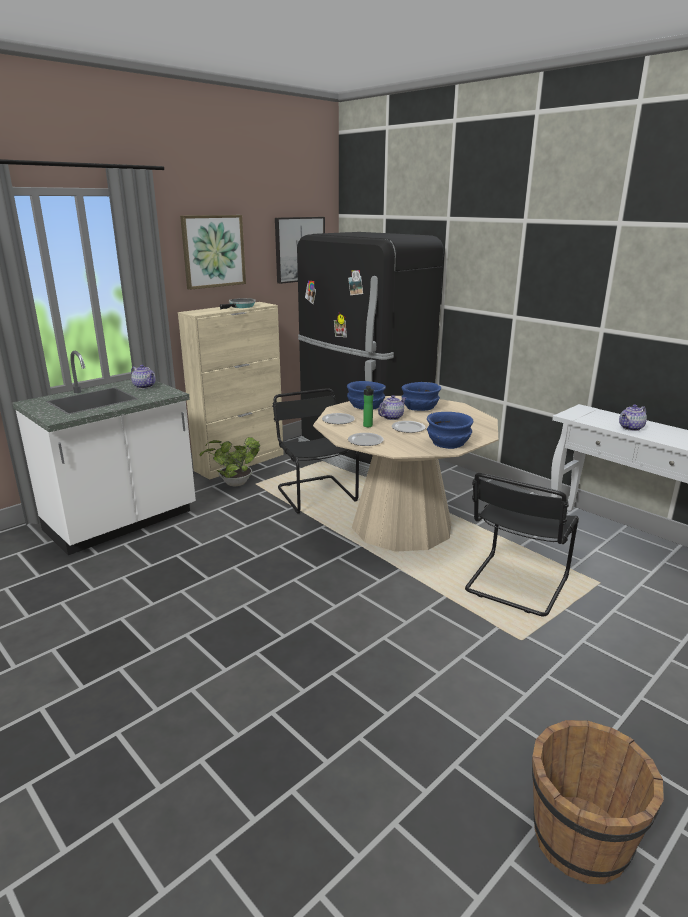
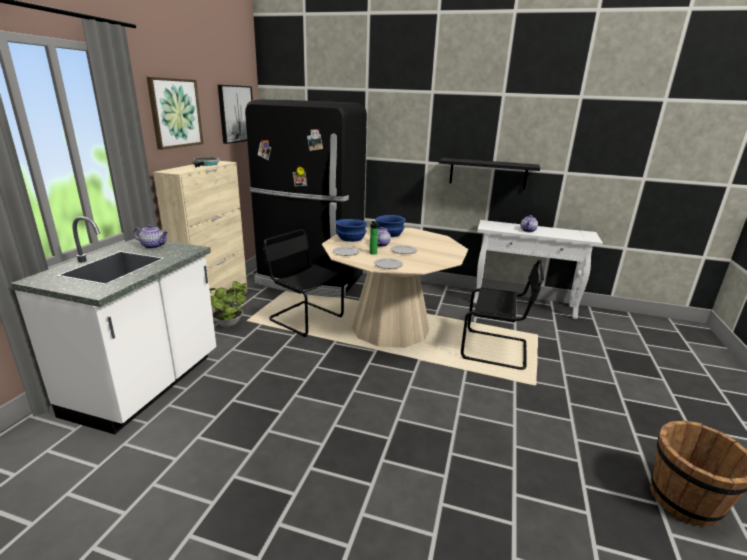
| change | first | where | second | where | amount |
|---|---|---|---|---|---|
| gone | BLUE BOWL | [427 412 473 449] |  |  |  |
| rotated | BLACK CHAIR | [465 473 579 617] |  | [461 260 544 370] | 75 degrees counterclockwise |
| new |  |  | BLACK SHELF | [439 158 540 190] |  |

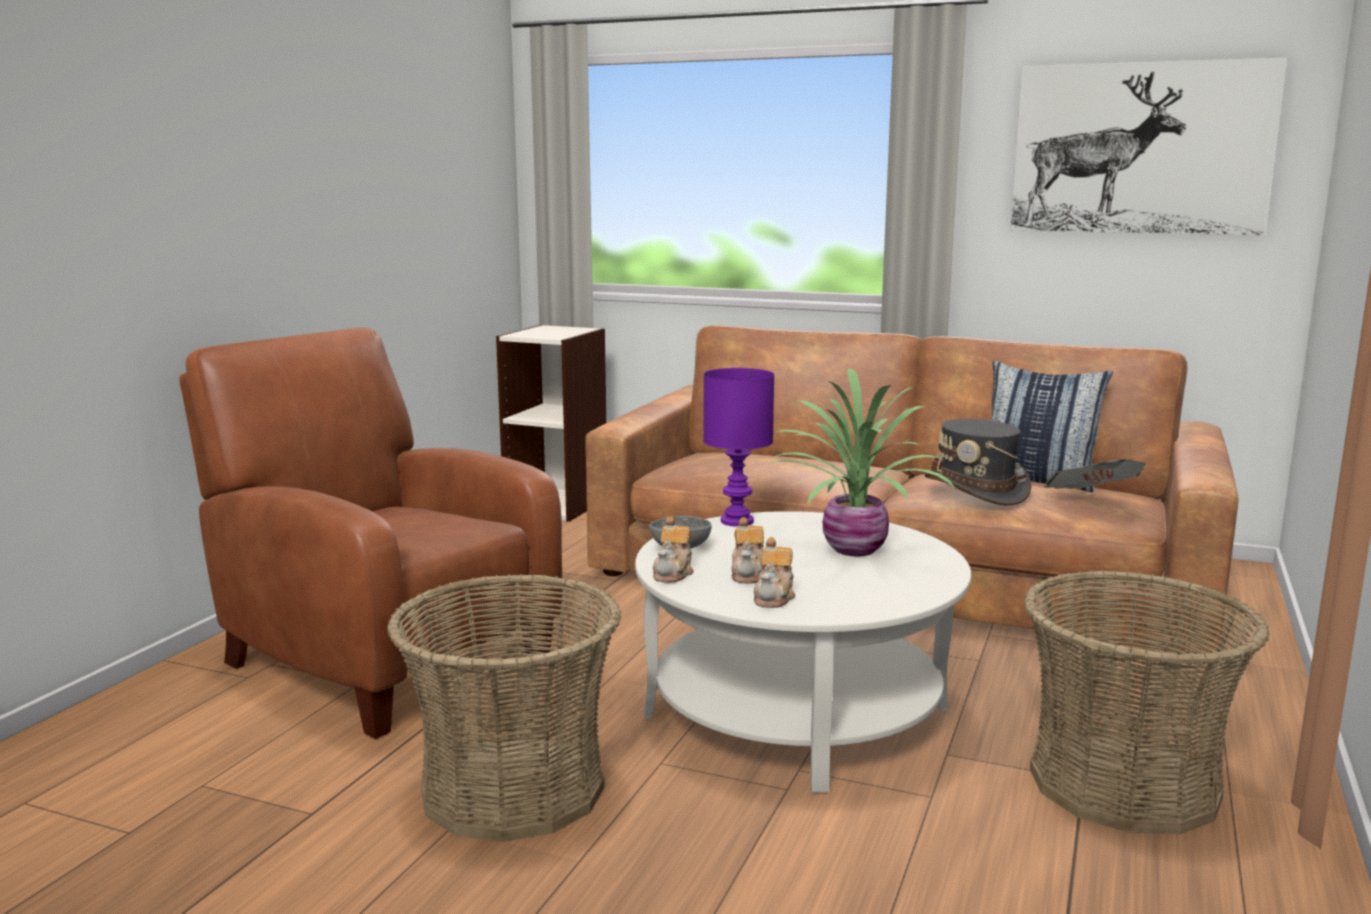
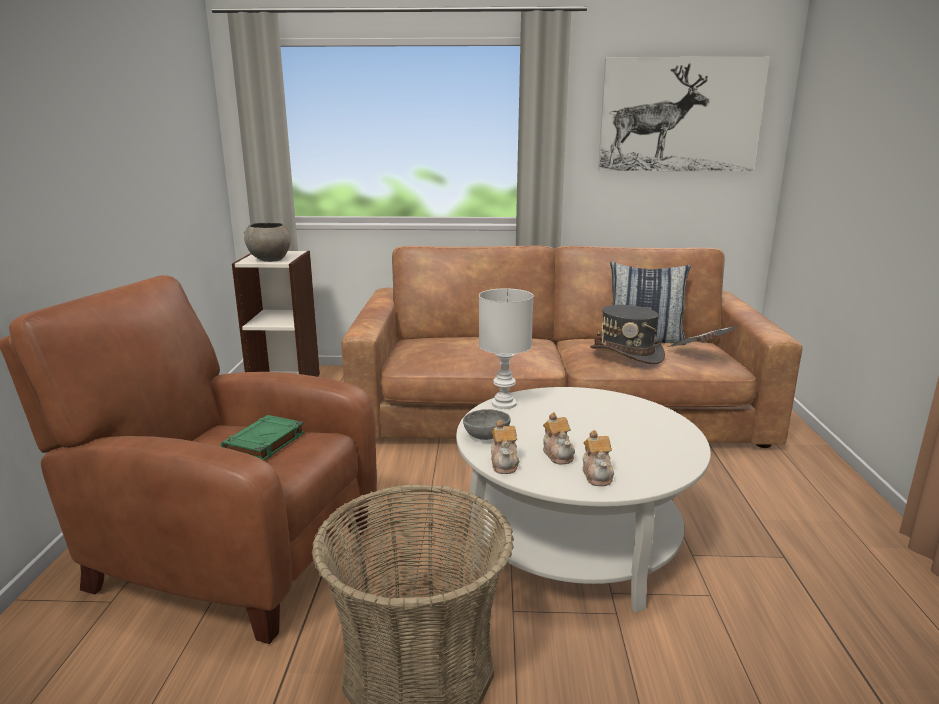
| change | first | where | second | where | amount |
|---|---|---|---|---|---|
| repainted | PURPLE TABLE LAMP | [703 368 774 527] | WHITE TABLE LAMP | [479 288 533 409] |  |
| gone | POTTED PLANT | [768 368 956 557] |  |  |  |
| gone | BASKET | [1024 570 1270 834] |  |  |  |
| new |  |  | GREEN BOOK | [221 415 305 460] |  |
| new |  |  | GREY BOWL | [244 222 291 262] |  |

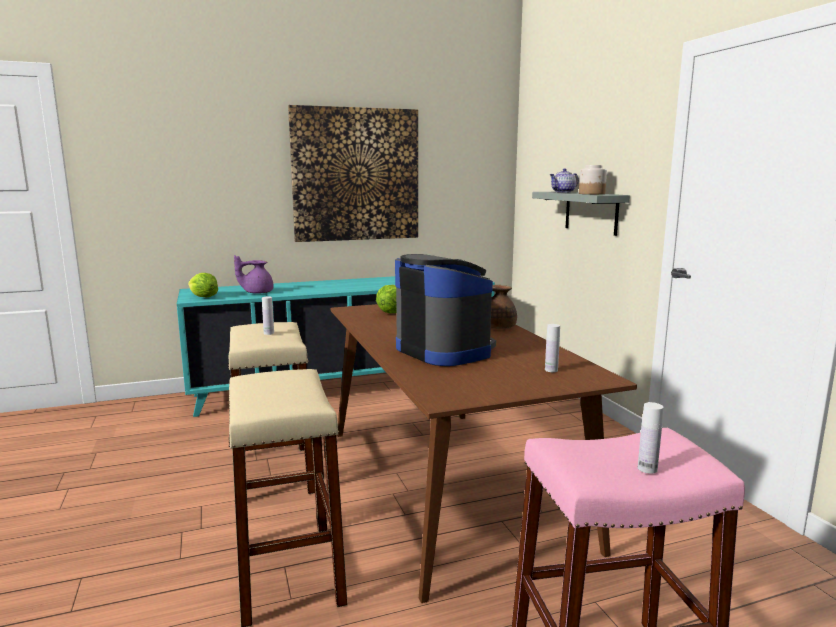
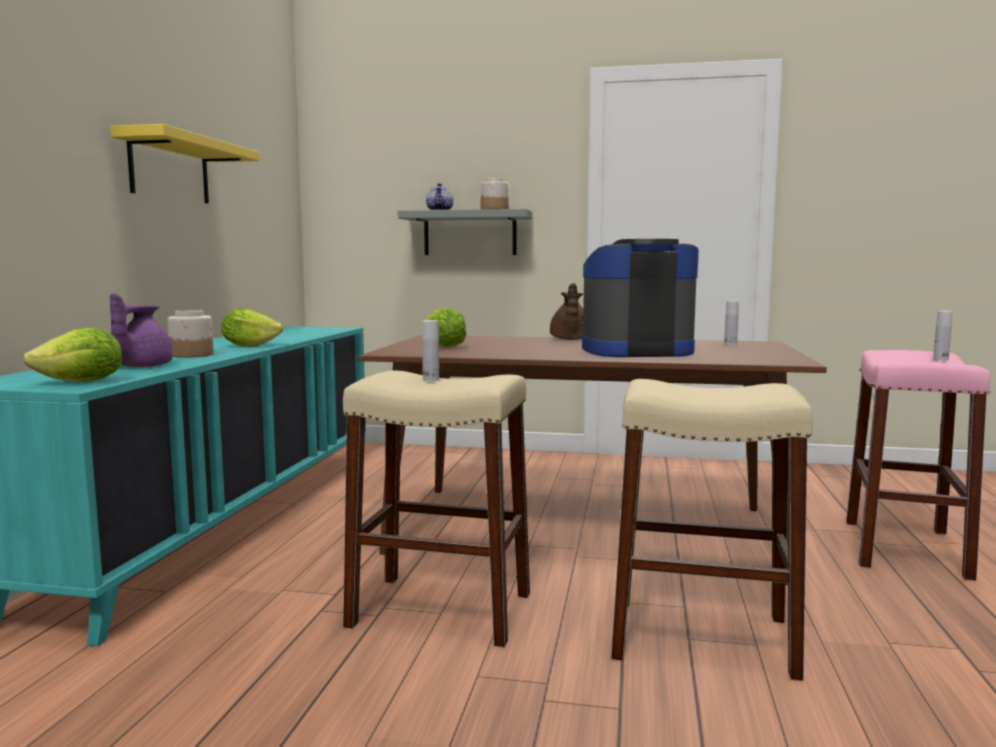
| change | first | where | second | where | amount |
|---|---|---|---|---|---|
| swapped | PICTURE | [288 105 418 242] | YELLOW SHELF | [110 124 259 203] |  |
| new |  |  | JAR | [168 310 214 358] |  |
| new |  |  | LETTUCE | [221 308 283 347] |  |

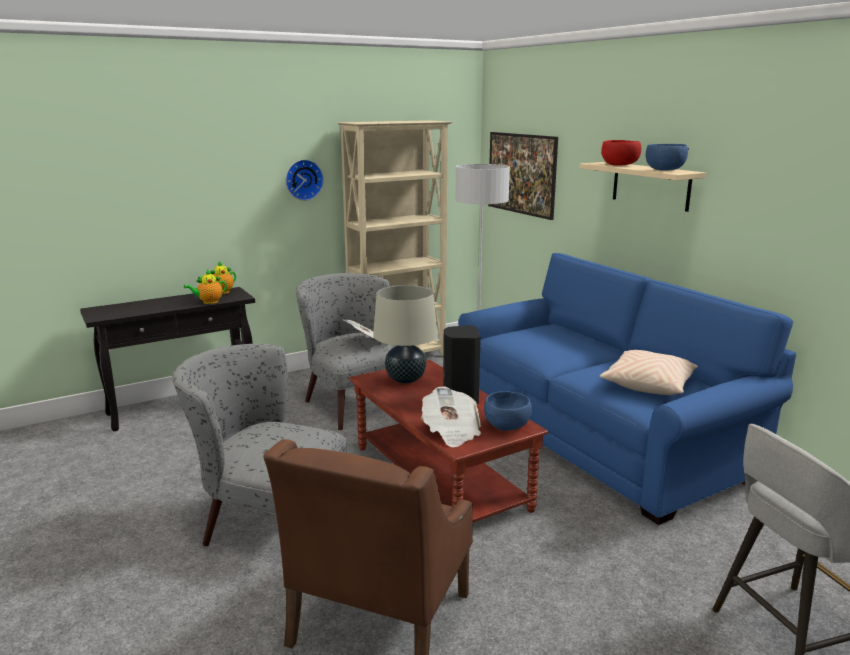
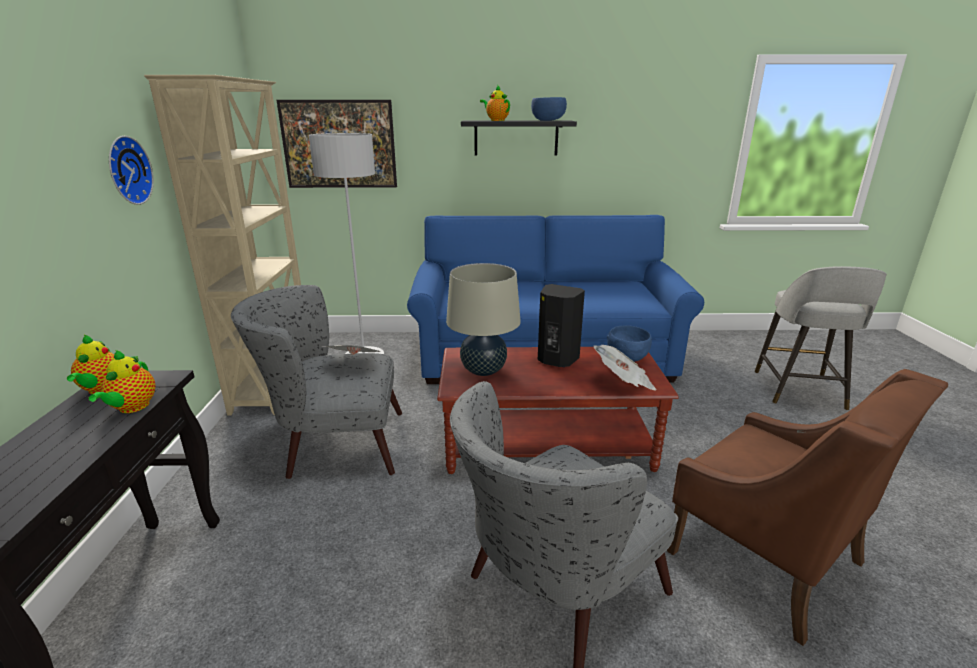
| change | first | where | second | where | amount |
|---|---|---|---|---|---|
| repainted | BEIGE SHELF | [579 162 706 212] | BLACK SHELF | [461 121 577 155] |  |
| gone | BEIGE PILLOW | [600 350 698 395] |  |  |  |
| swapped | RED BOWL | [601 140 641 166] | TEAPOT | [480 85 510 121] |  |

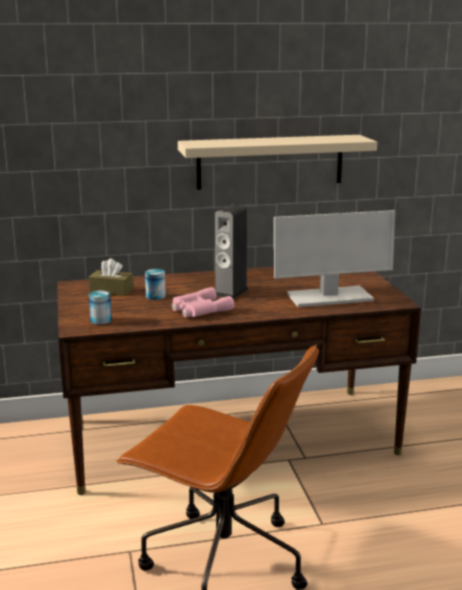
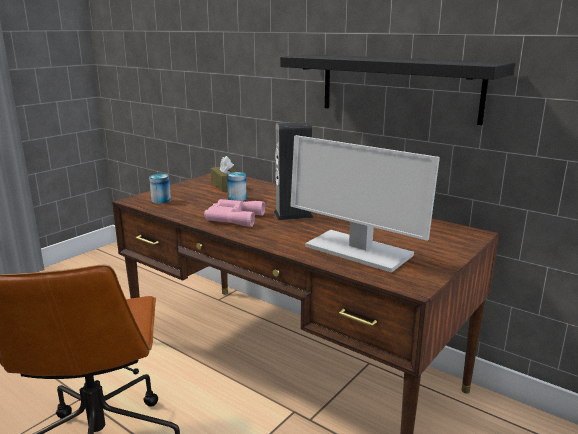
| change | first | where | second | where | amount |
|---|---|---|---|---|---|
| repainted | BEIGE SHELF | [178 135 377 190] | BLACK SHELF | [280 54 515 125] |  |

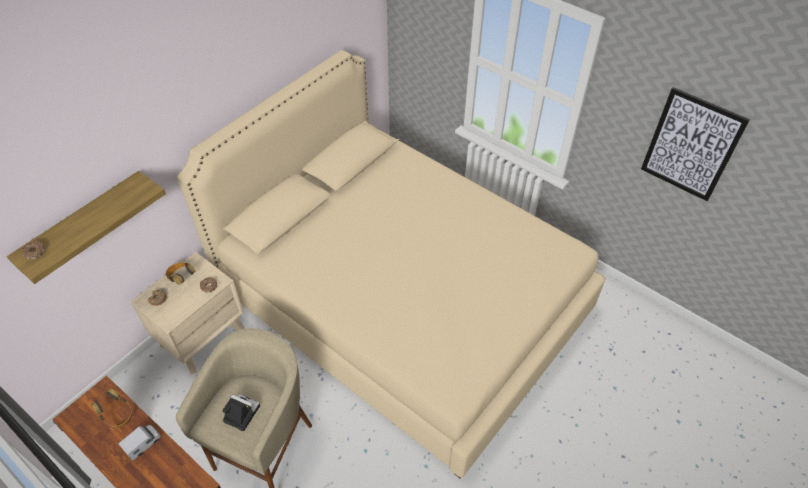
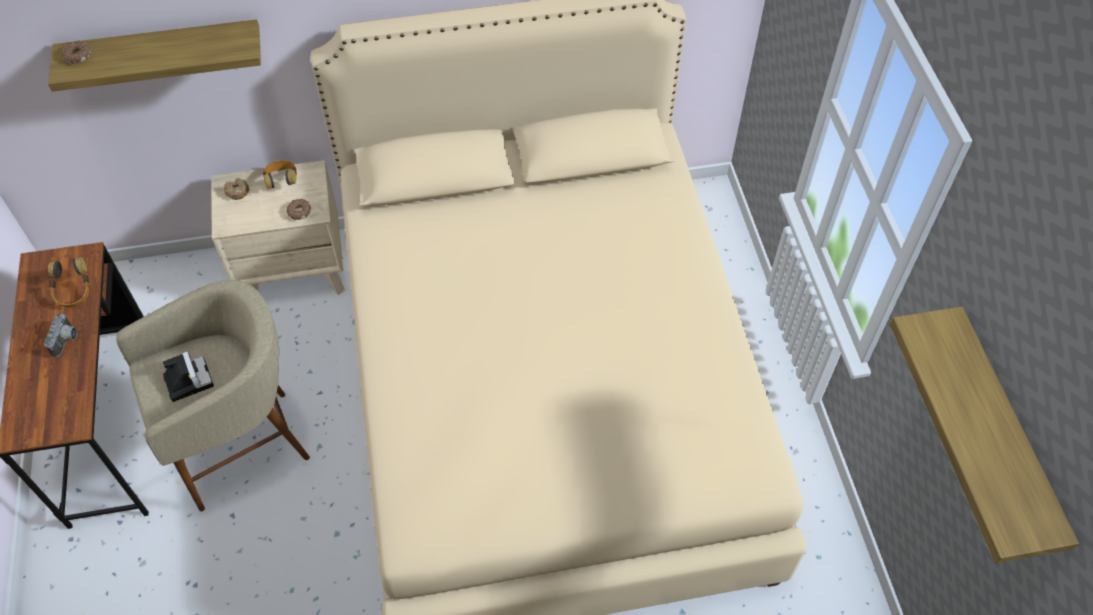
| change | first | where | second | where | amount |
|---|---|---|---|---|---|
| swapped | TOY TRUCK | [118 425 161 461] | PHOTO CAMERA | [44 313 77 357] |  |
| swapped | PICTURE | [641 87 750 201] | SHELF | [890 306 1079 564] |  |

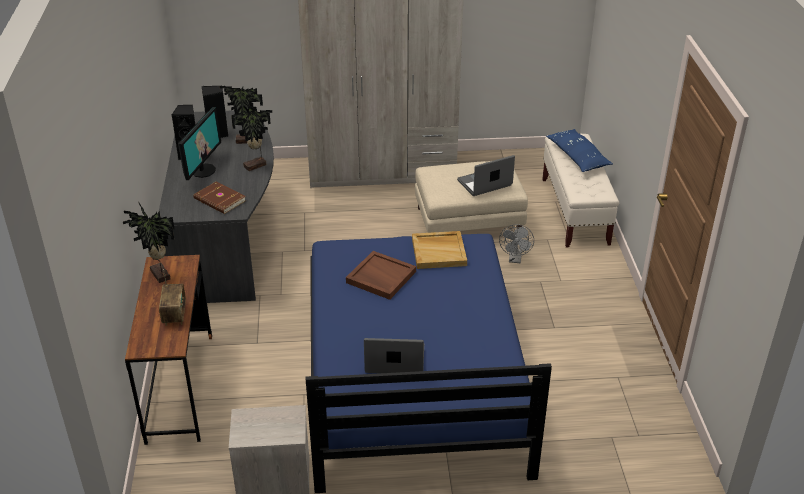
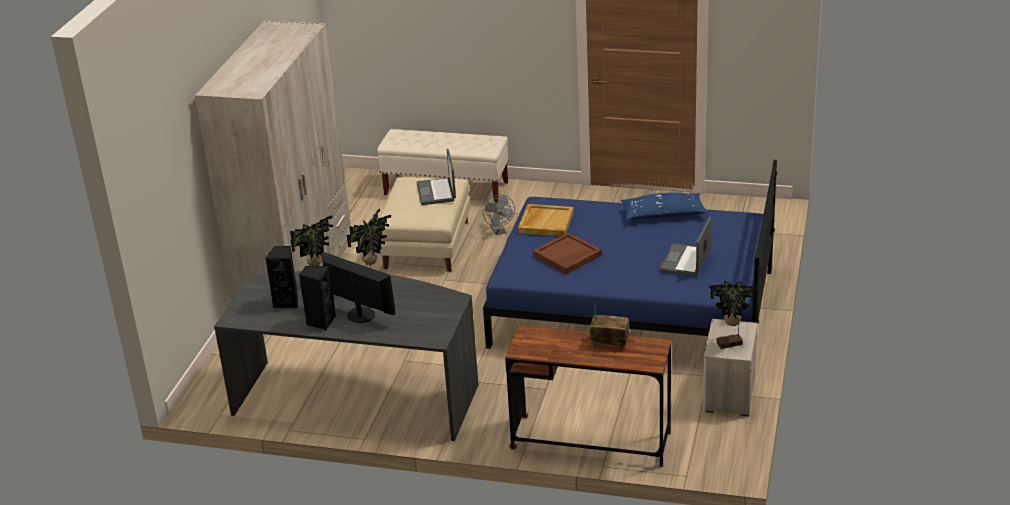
| change | first | where | second | where | amount |
|---|---|---|---|---|---|
| shifted | POTTED PLANT | [123 203 175 283] |  | [709 281 757 349] |  |
| gone | BROWN BOOK | [194 182 246 214] |  |  |  |
| rotated | GREY FAN | [499 224 534 263] |  | [483 194 515 235] | 45 degrees clockwise |
| shifted | BLUE PILLOW | [546 129 613 172] |  | [621 192 708 220] |  |

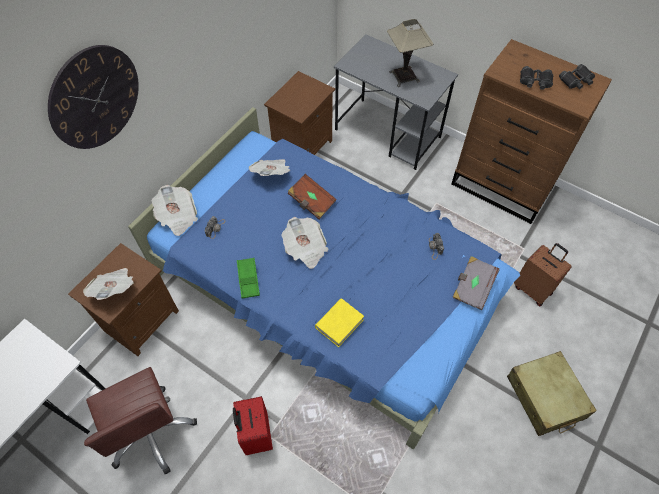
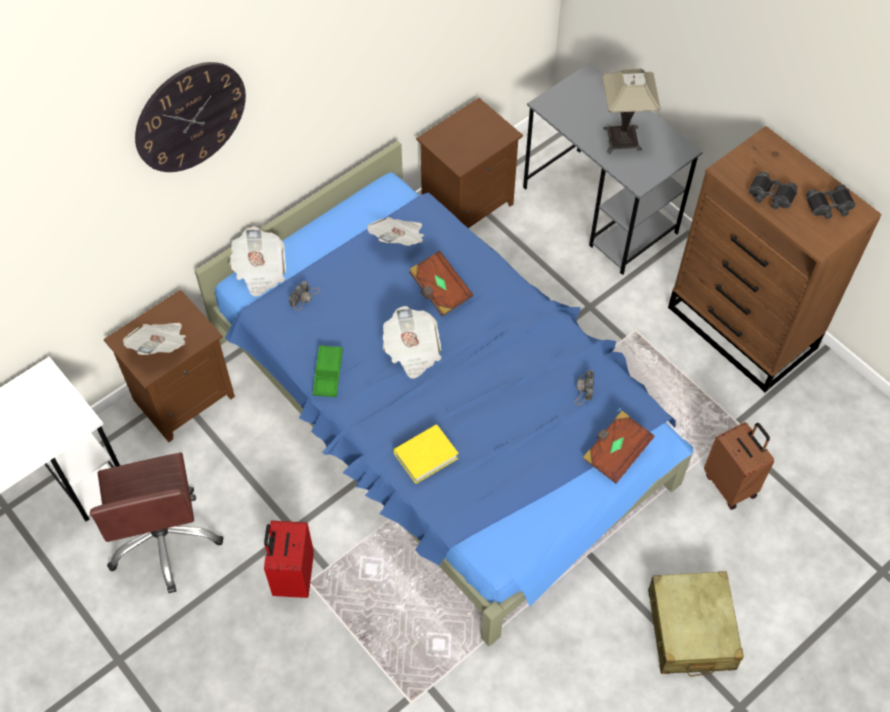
| change | first | where | second | where | amount |
|---|---|---|---|---|---|
| repainted | GREY BOOK | [453 256 500 310] | BROWN BOOK | [582 411 655 484] |  |

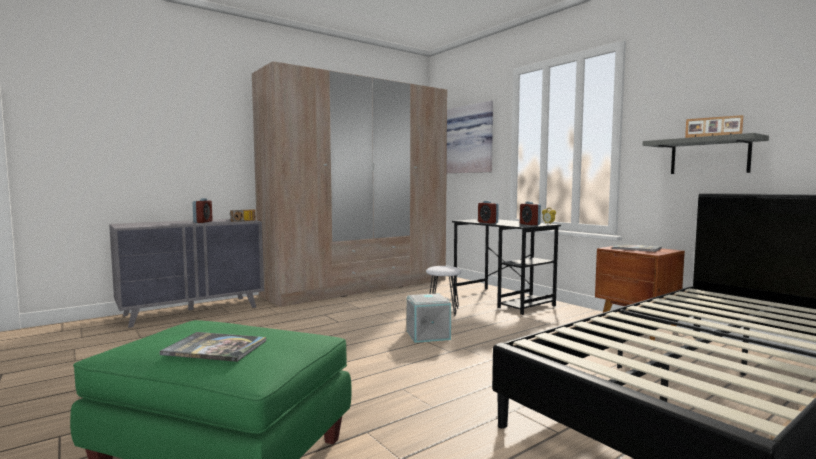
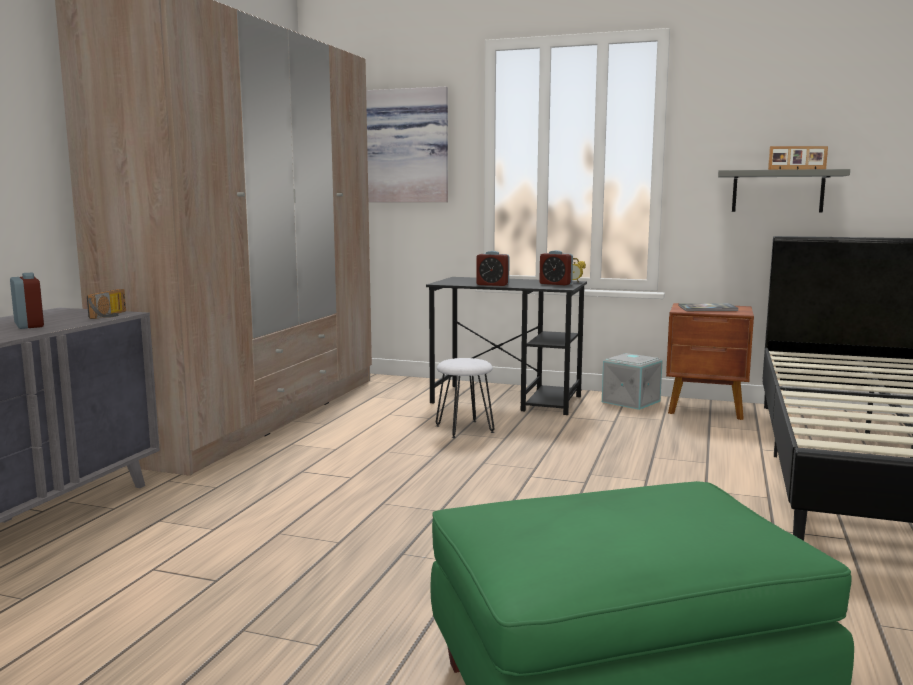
| change | first | where | second | where | amount |
|---|---|---|---|---|---|
| gone | BOOK | [160 332 266 362] |  |  |  |
| shifted | GREY STORAGE BOX | [407 293 451 343] |  | [602 353 663 410] |  |

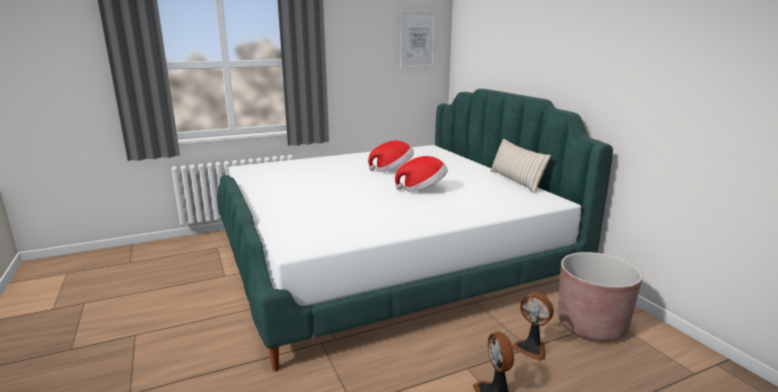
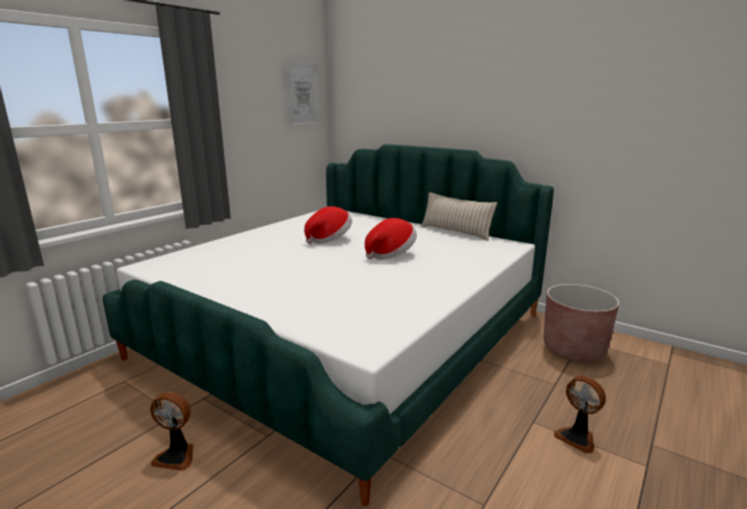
| change | first | where | second | where | amount |
|---|---|---|---|---|---|
| shifted | FAN | [512 292 554 361] |  | [150 392 193 471] |  |

